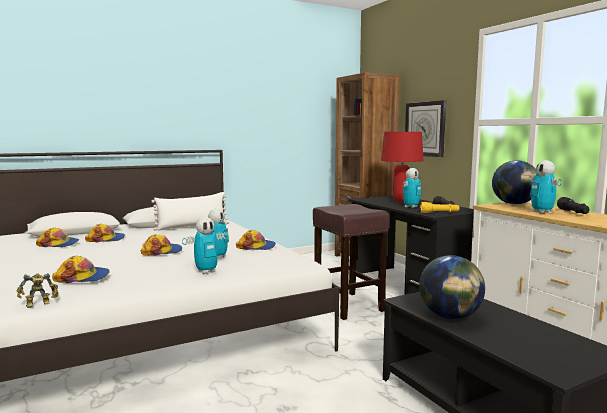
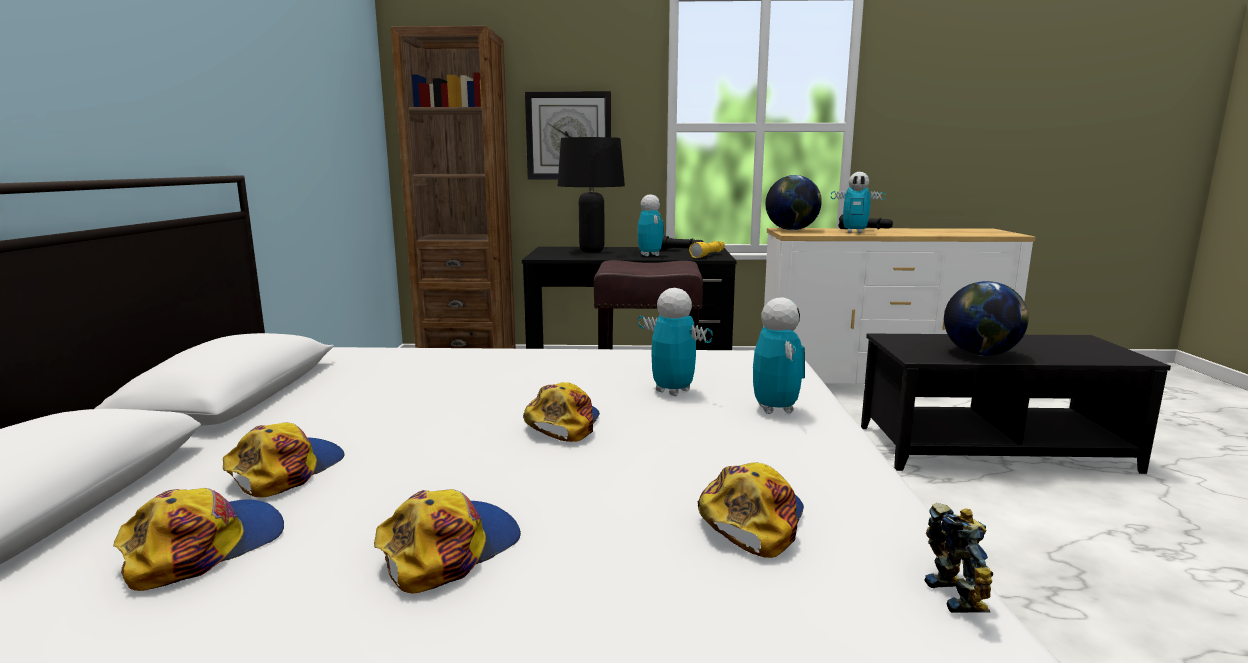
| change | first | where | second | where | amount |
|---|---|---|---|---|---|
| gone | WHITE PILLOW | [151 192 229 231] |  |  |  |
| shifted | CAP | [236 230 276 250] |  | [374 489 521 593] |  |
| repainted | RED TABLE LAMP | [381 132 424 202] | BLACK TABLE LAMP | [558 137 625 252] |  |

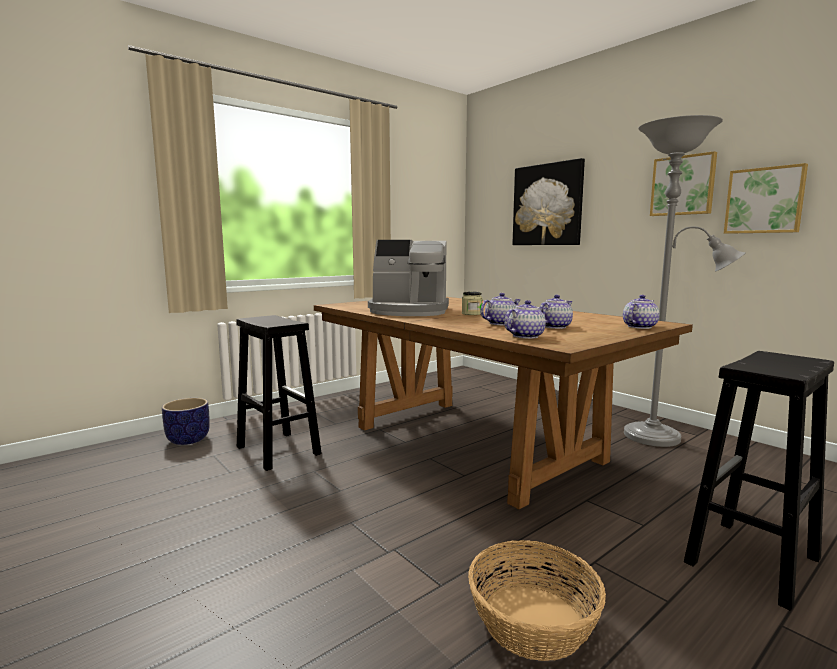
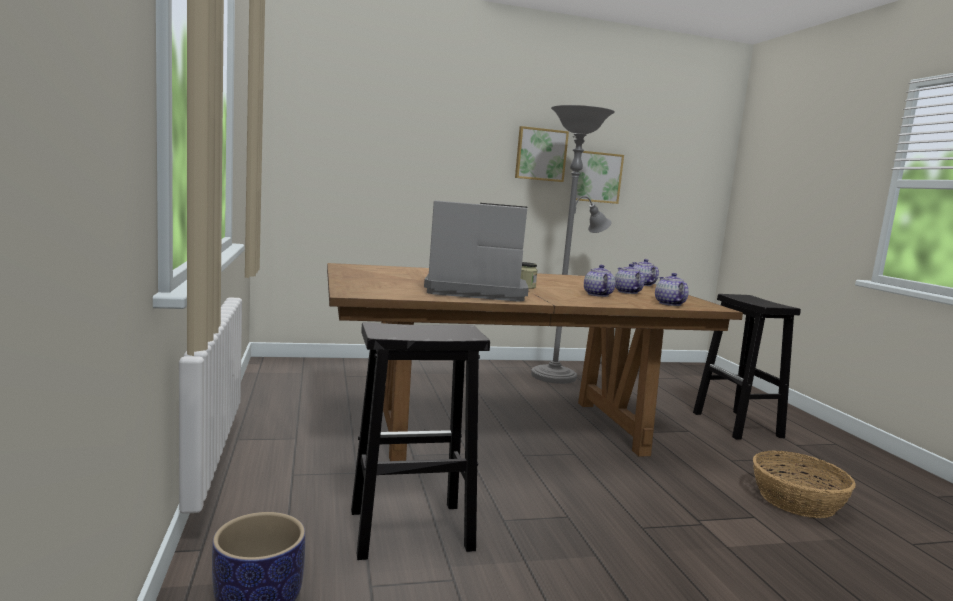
| change | first | where | second | where | amount |
|---|---|---|---|---|---|
| rotated | COFFEE MACHINE | [368 240 449 316] |  | [424 201 529 302] | 120 degrees counterclockwise |
| gone | PICTURE | [512 158 585 245] |  |  |  |

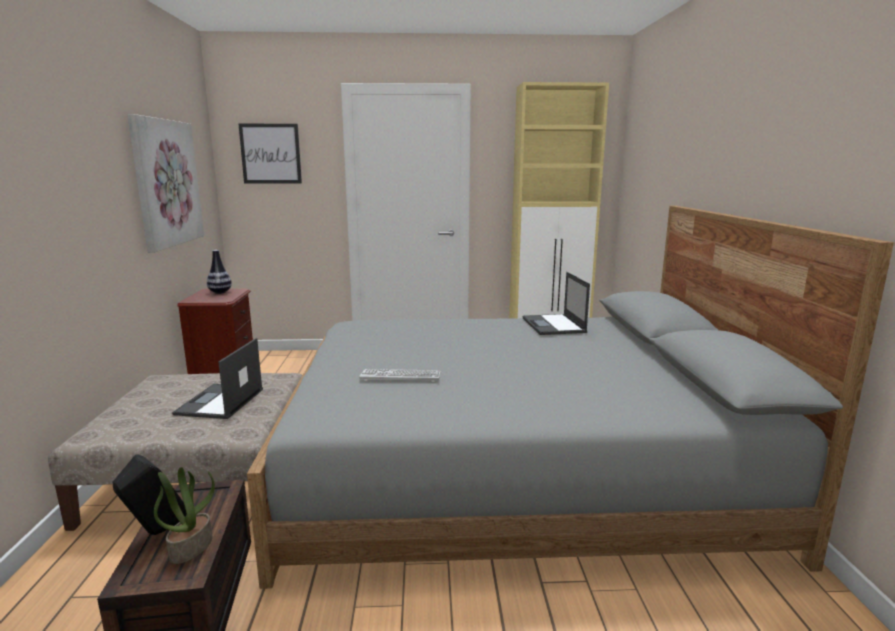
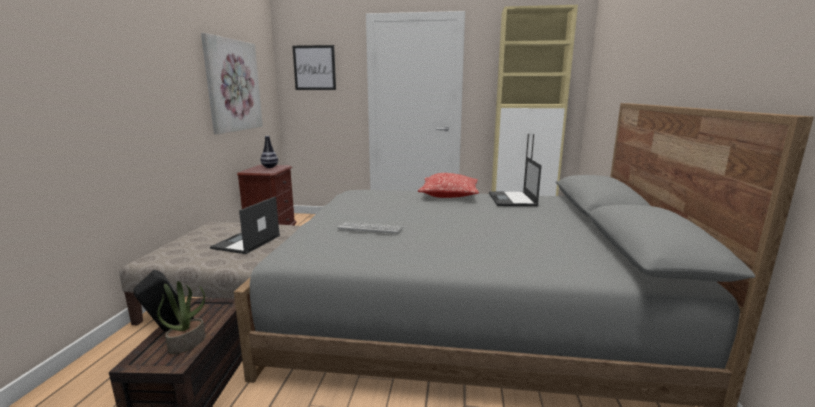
| change | first | where | second | where | amount |
|---|---|---|---|---|---|
| new |  |  | PILLOW | [418 173 479 198] |  |

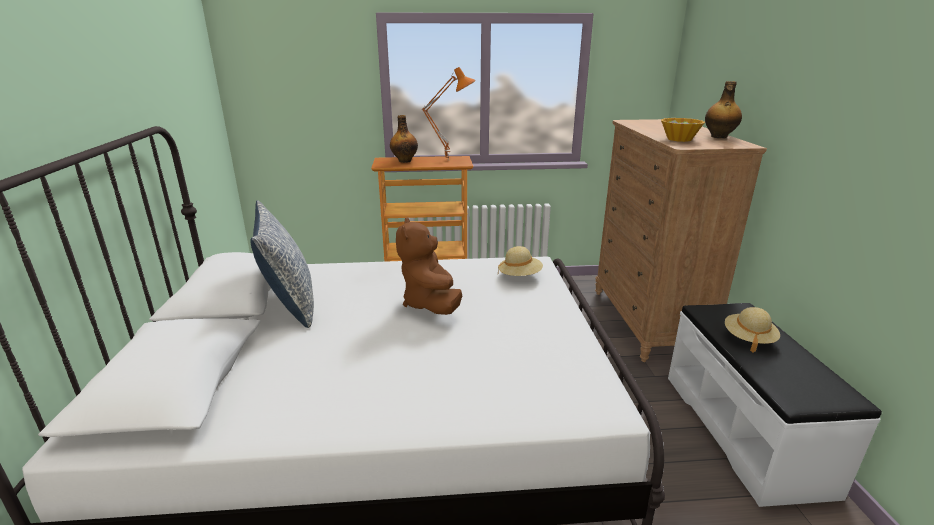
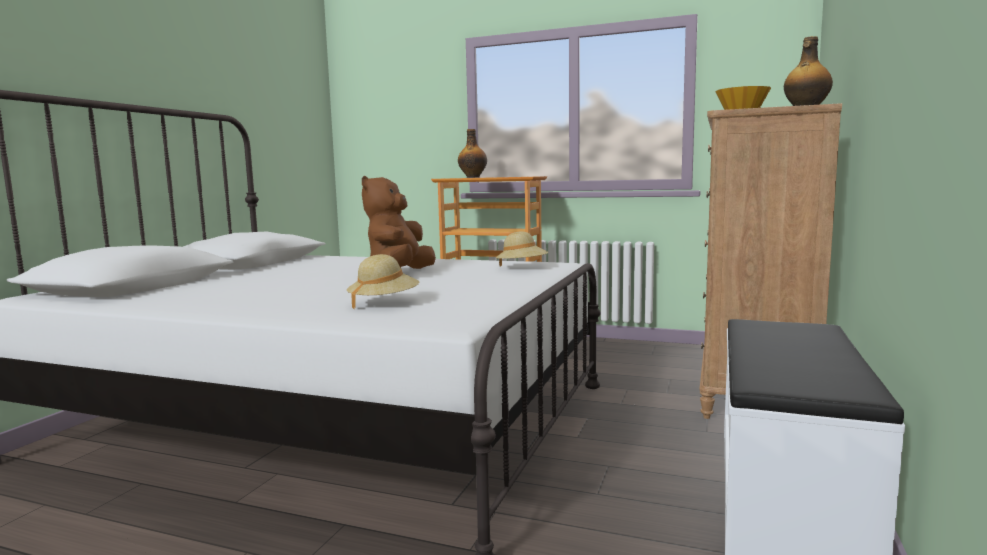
| change | first | where | second | where | amount |
|---|---|---|---|---|---|
| gone | PILLOW | [251 200 314 328] |  |  |  |
| gone | ORANGE TABLE LAMP | [422 67 476 161] |  |  |  |
| shifted | BEIGE HAT | [725 307 780 353] |  | [347 254 419 310] |  |

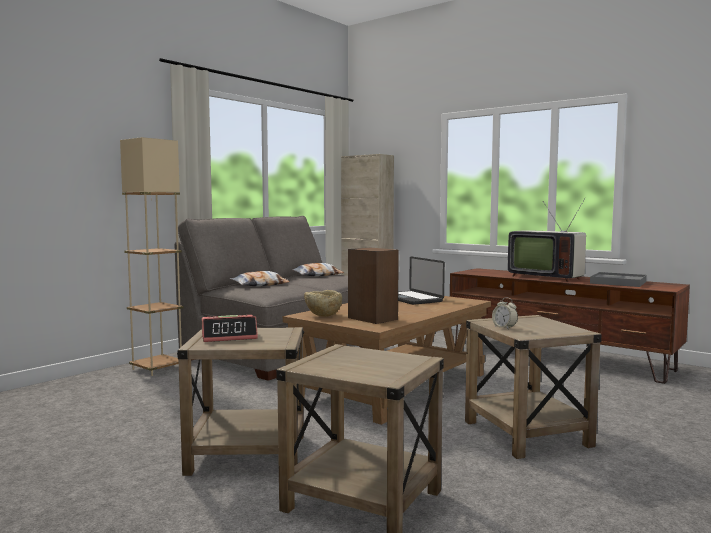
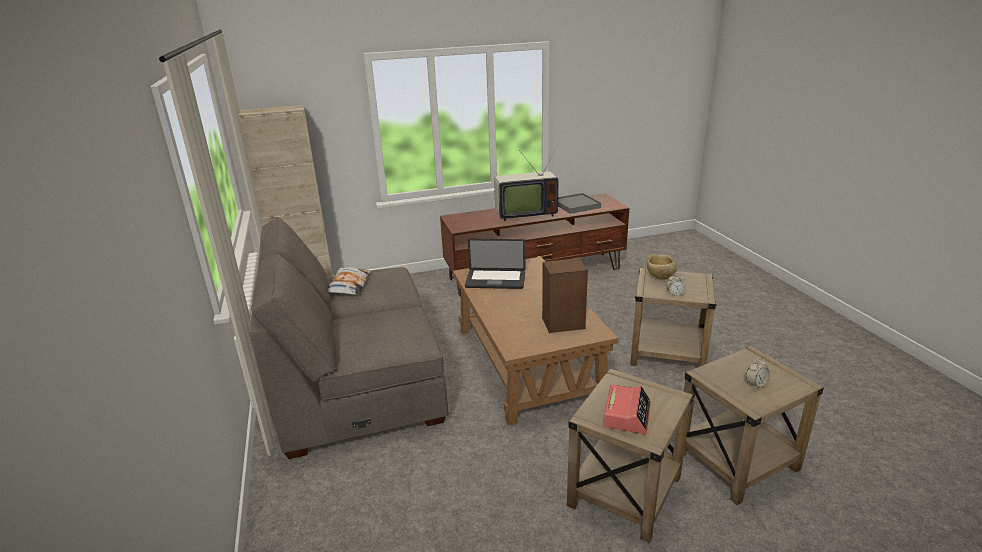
| change | first | where | second | where | amount |
|---|---|---|---|---|---|
| gone | BEIGE FLOOR LAMP | [120 137 183 376] |  |  |  |
| gone | PILLOW | [230 271 290 287] |  |  |  |
| shifted | BEIGE BOWL | [304 290 342 317] |  | [647 254 677 280] |  |
| new |  |  | ALARM CLOCK | [746 358 770 389] |  |

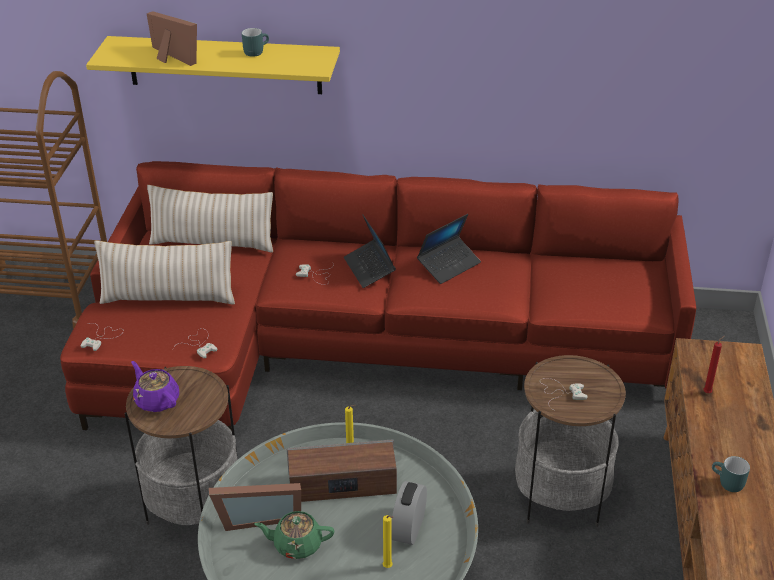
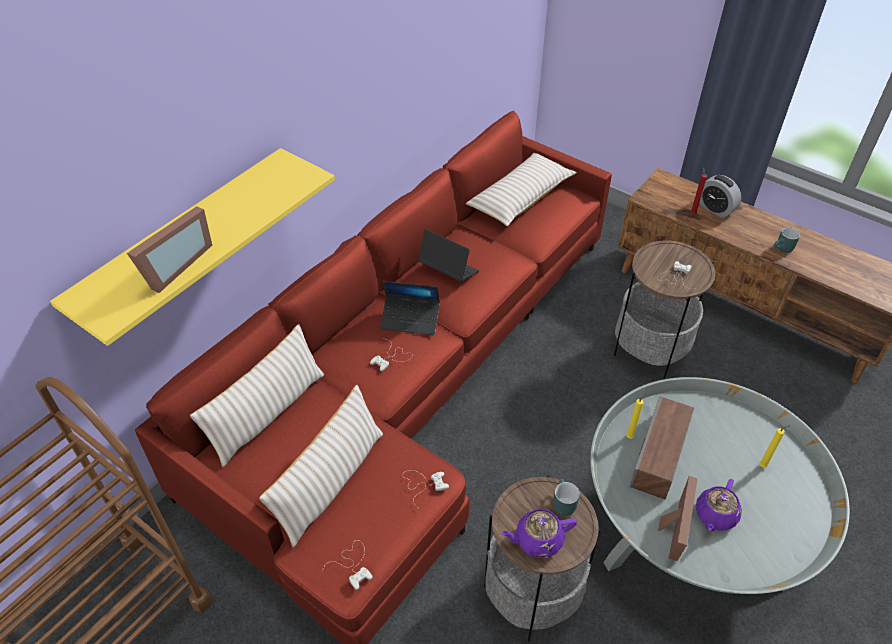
| change | first | where | second | where | amount |
|---|---|---|---|---|---|
| rotated | PICTURE FRAME | [147 11 197 66] |  | [127 206 212 293] | 135 degrees clockwise |
| shifted | TURQUOISE MUG | [242 28 269 57] |  | [553 479 580 516] |  |
| repainted | GREEN TEAPOT | [255 511 334 559] | PURPLE TEAPOT | [696 479 742 531] |  |
| shifted | ALARM CLOCK | [391 481 427 545] |  | [699 175 741 218] |  |
| rotated | LAPTOP | [417 214 481 284] |  | [418 229 479 282] | 45 degrees counterclockwise |
| new |  |  | BEIGE PILLOW | [466 153 577 226] |  |

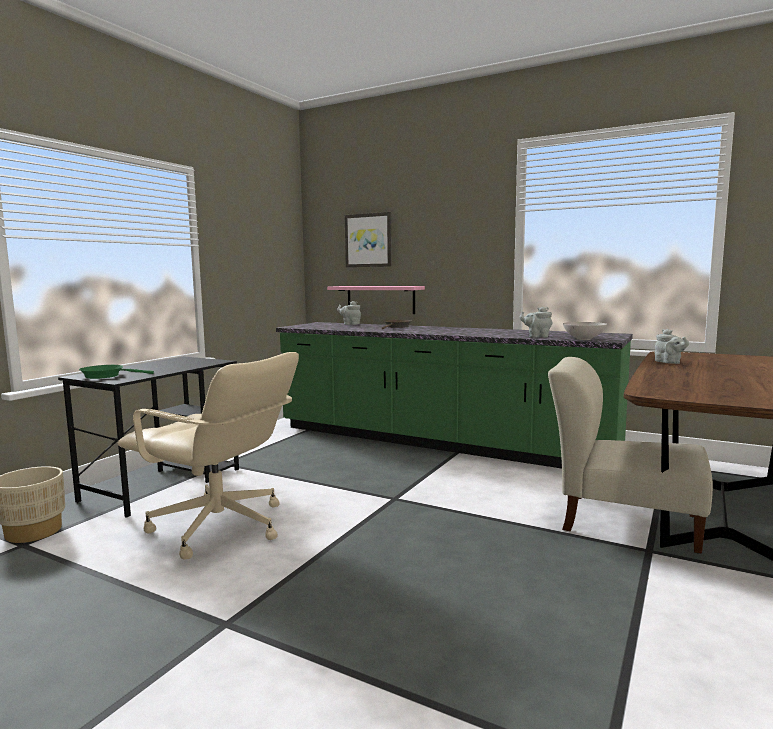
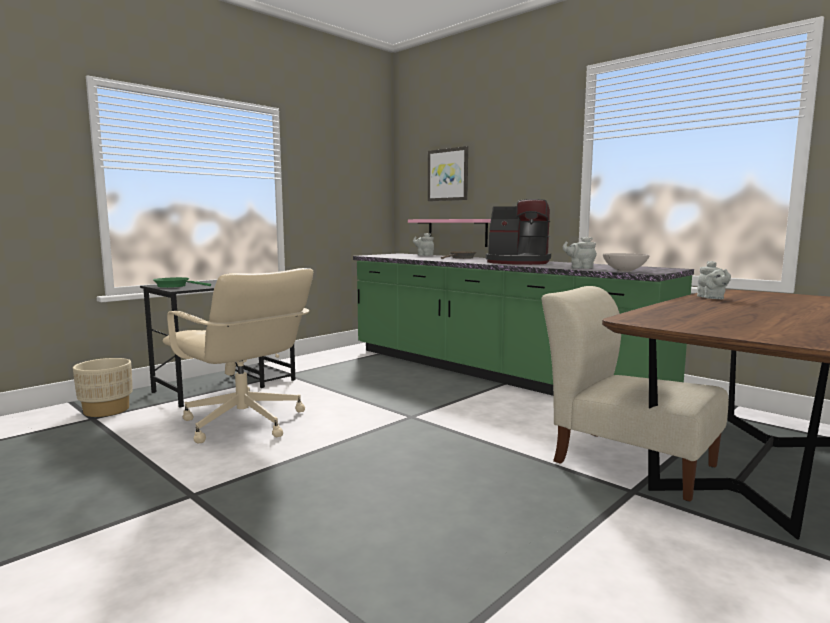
| change | first | where | second | where | amount |
|---|---|---|---|---|---|
| new |  |  | COFFEE MACHINE | [485 199 551 265] |  |

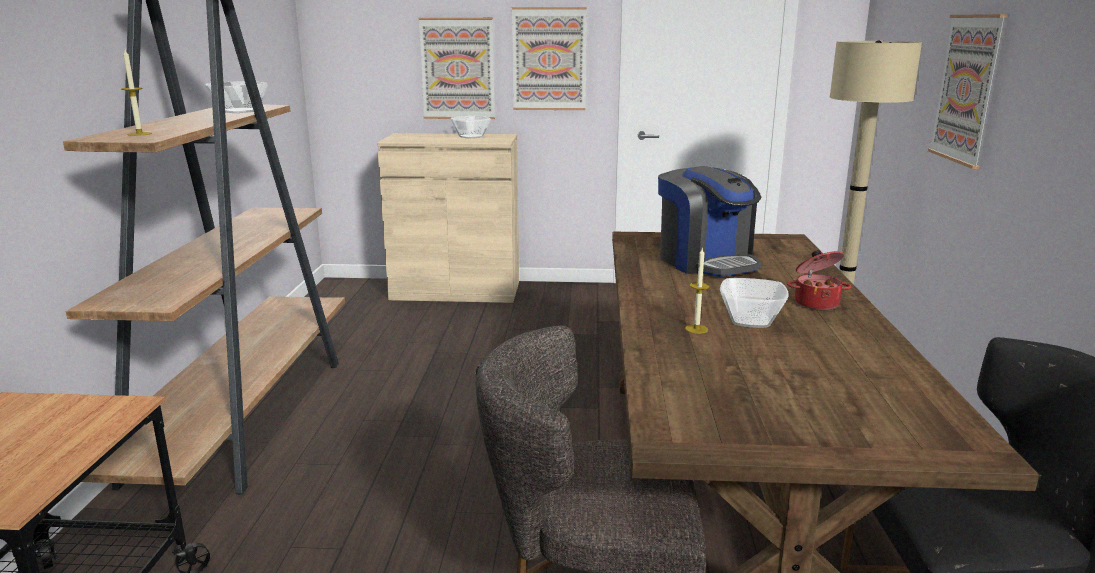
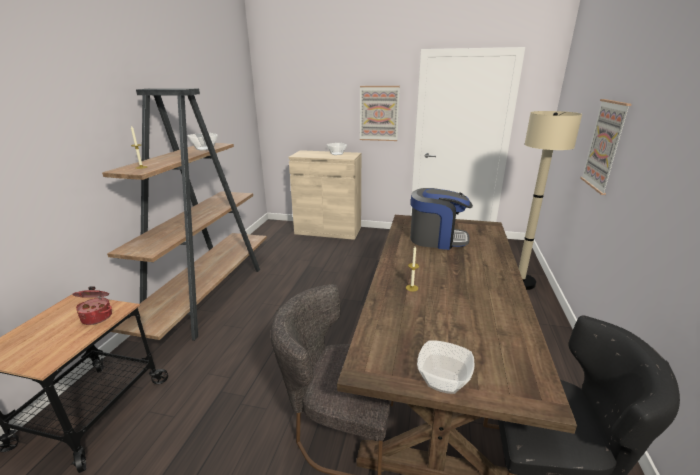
| change | first | where | second | where | amount |
|---|---|---|---|---|---|
| gone | PICTURE | [419 18 495 119] |  |  |  |
| rotated | COFFEE MACHINE | [658 166 762 277] |  | [410 188 473 250] | 60 degrees counterclockwise |
| shifted | BOWL | [720 278 789 328] |  | [417 340 474 394] |  |
| shifted | COOKING POT | [787 250 851 310] |  | [73 286 112 325] |  |

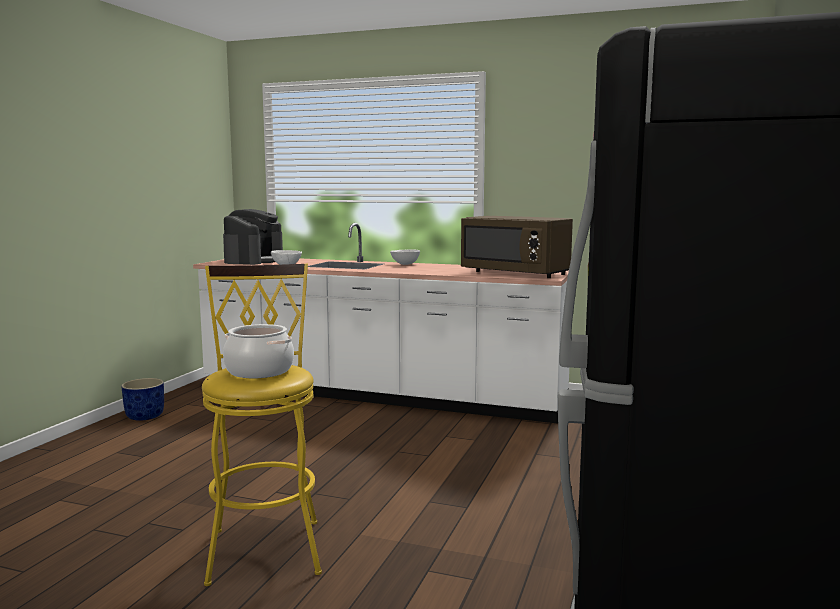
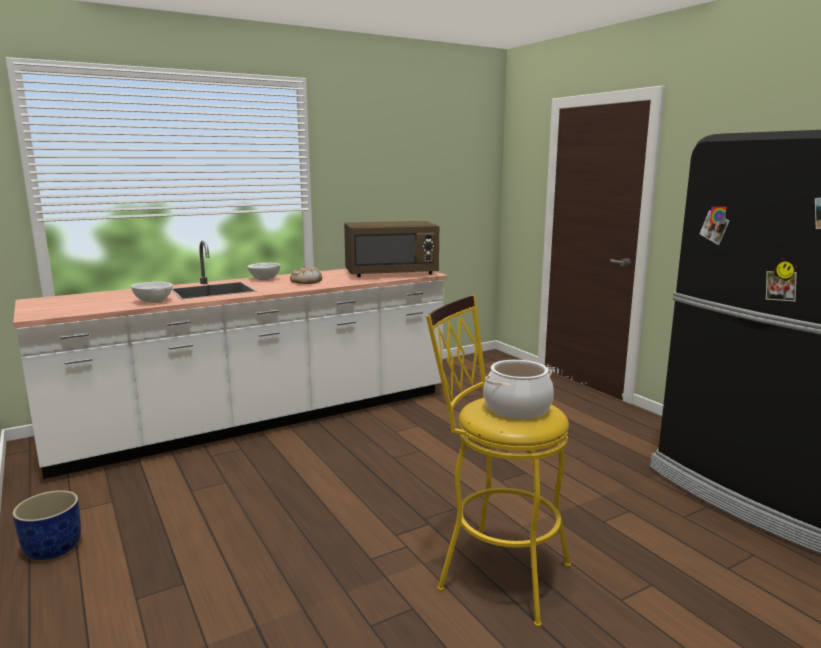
| change | first | where | second | where | amount |
|---|---|---|---|---|---|
| gone | COFFEE MACHINE | [223 209 283 265] |  |  |  |
| new |  |  | BREAD | [290 267 322 284] |  |

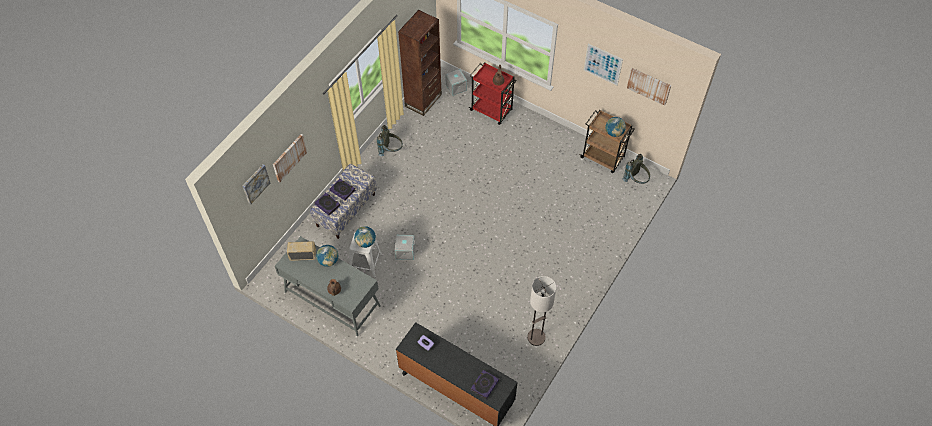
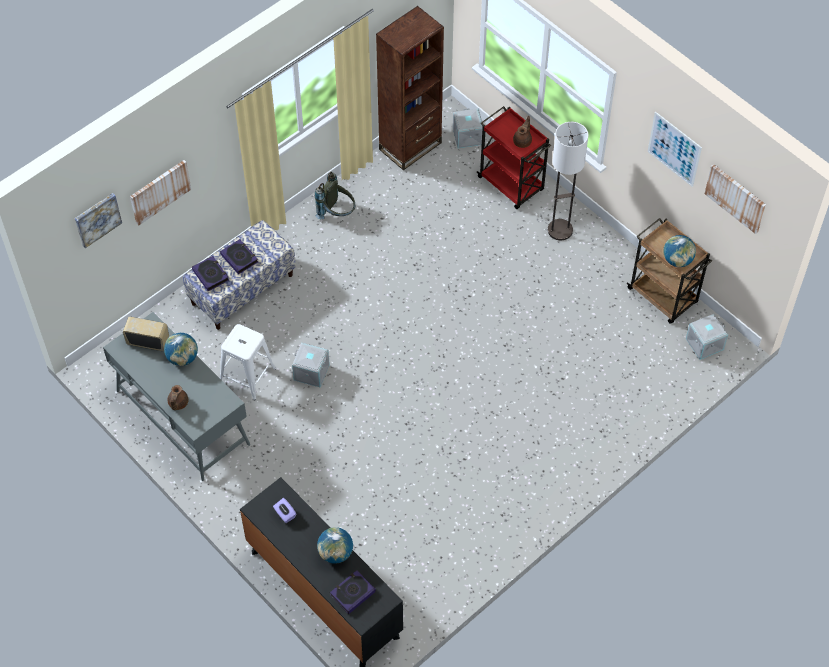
| change | first | where | second | where | amount |
|---|---|---|---|---|---|
| shifted | GLOBE | [354 226 376 248] |  | [317 527 353 564] |  |
| shifted | FLOOR LAMP | [527 276 556 346] |  | [548 122 588 240] |  |
| swapped | GREY BACKPACK | [622 154 650 184] | GREY STORAGE BOX | [686 314 728 360] |  |

